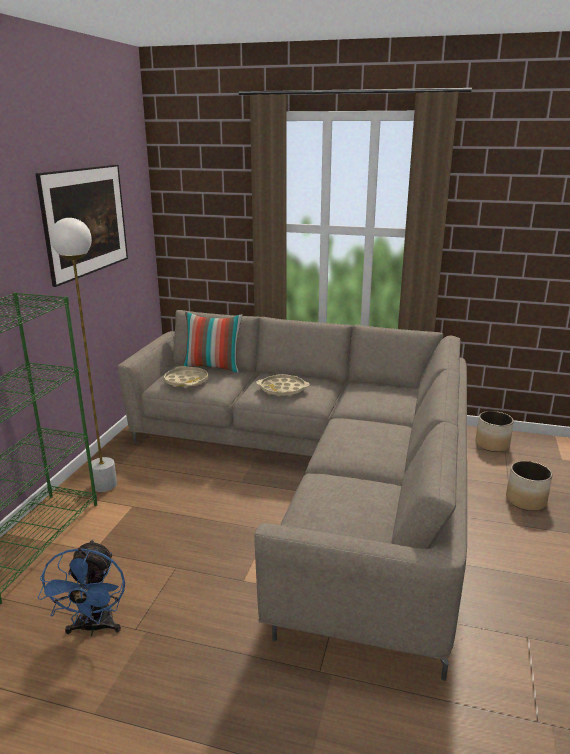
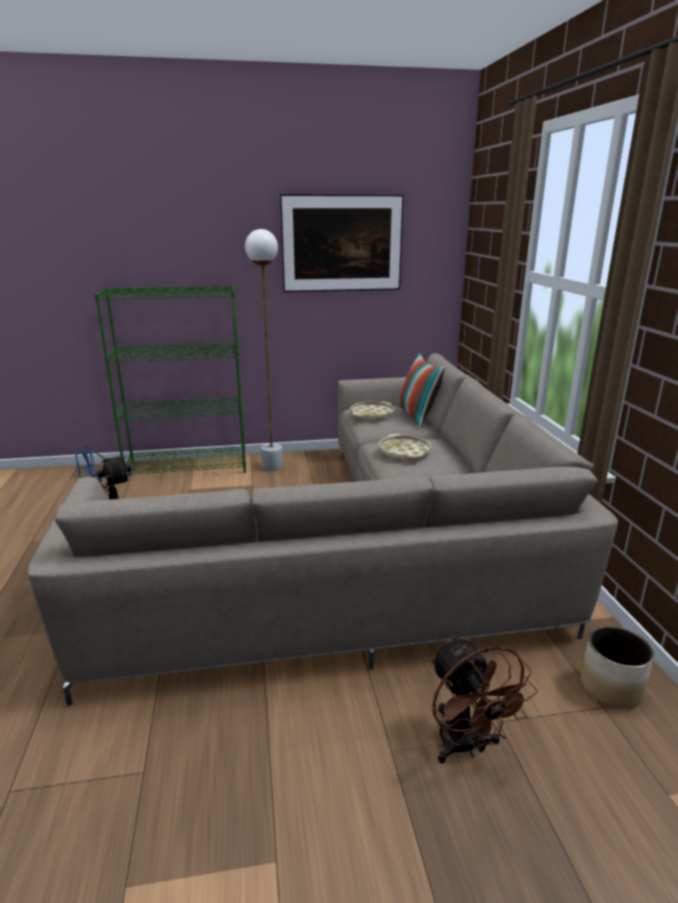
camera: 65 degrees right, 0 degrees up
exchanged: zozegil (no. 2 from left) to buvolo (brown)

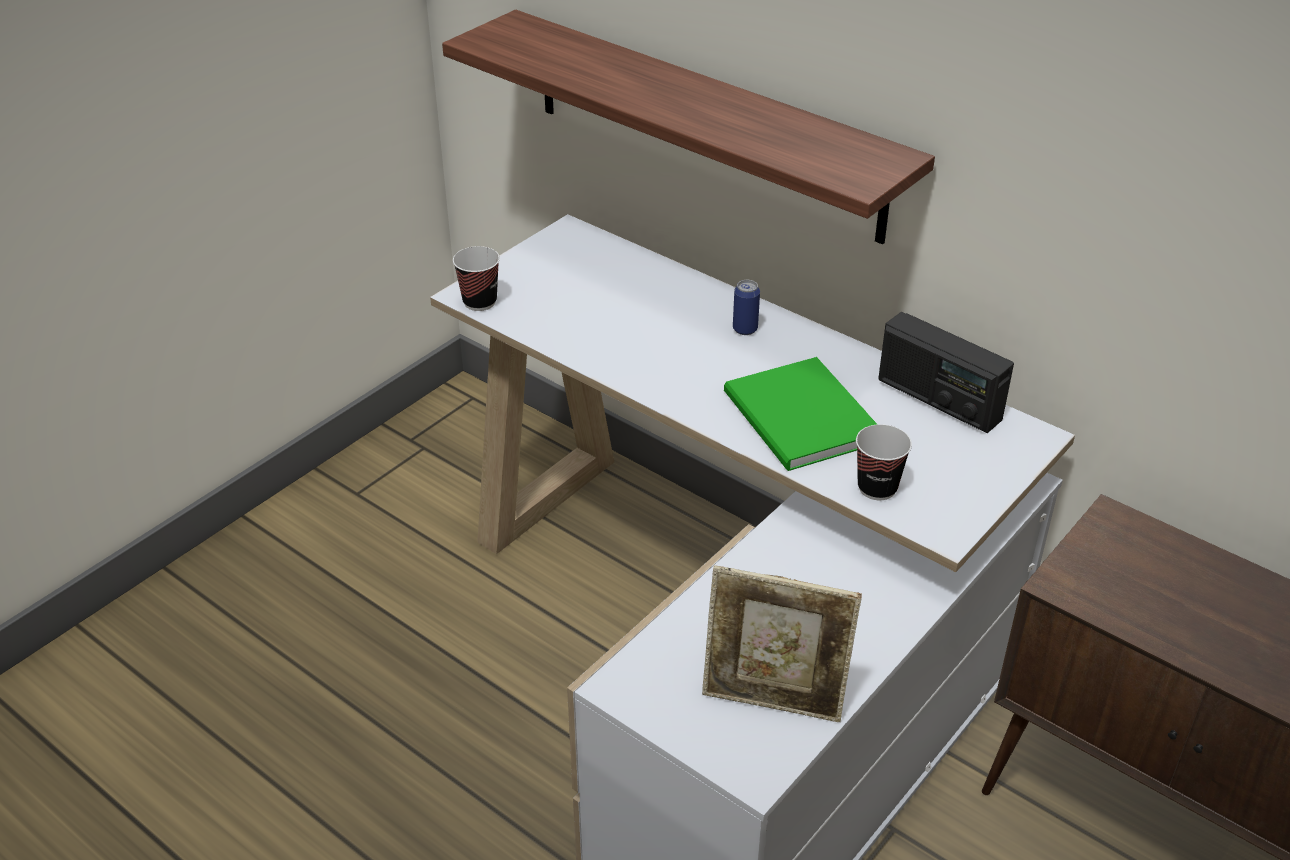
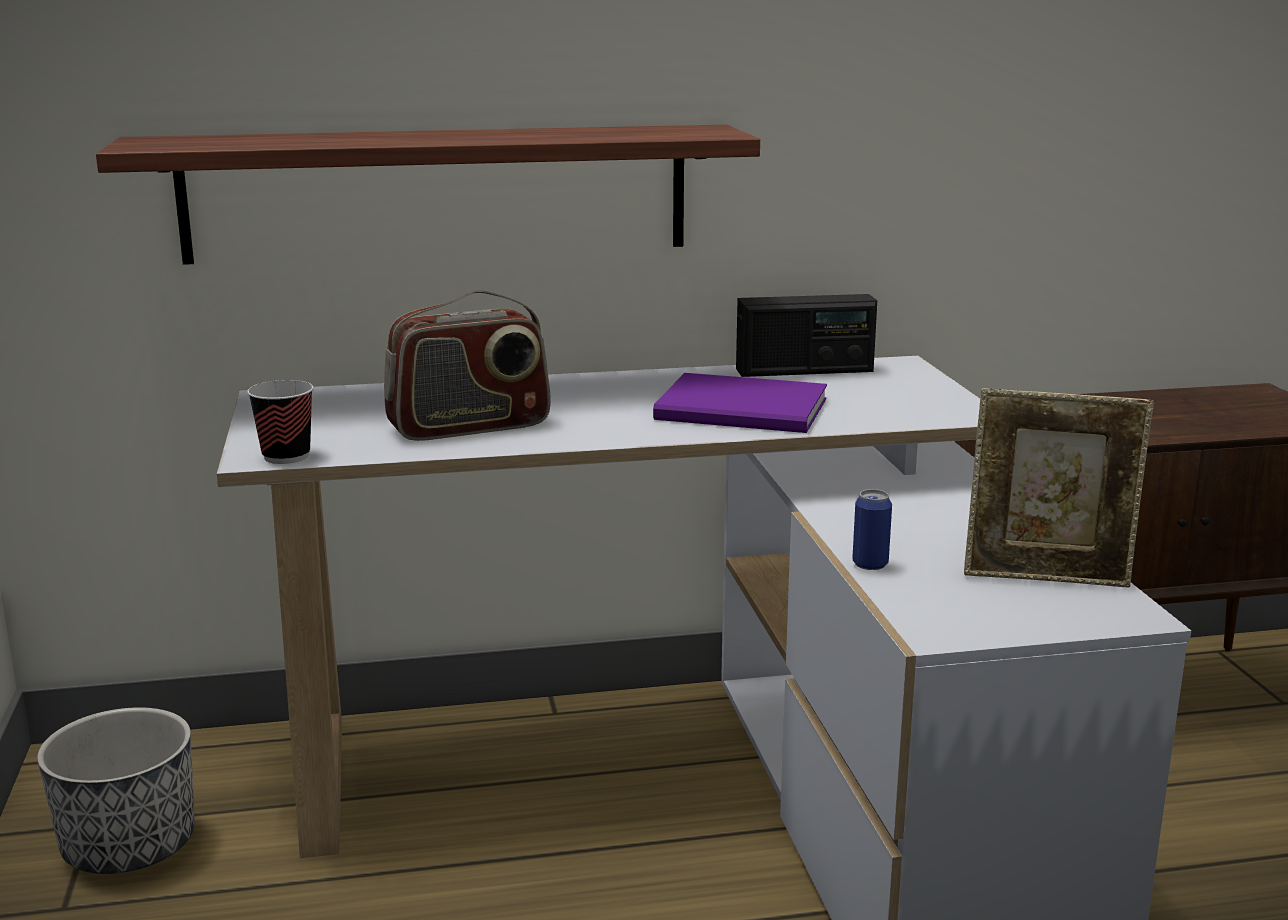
camera: 50 degrees left, 20 degrees down
missing: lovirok (no. 2 from left)
appeared: zozegil; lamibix (no. 1 from left)
relocated: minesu
colour: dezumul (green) to dezumul (purple)
spun: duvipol 45 degrees clockwise

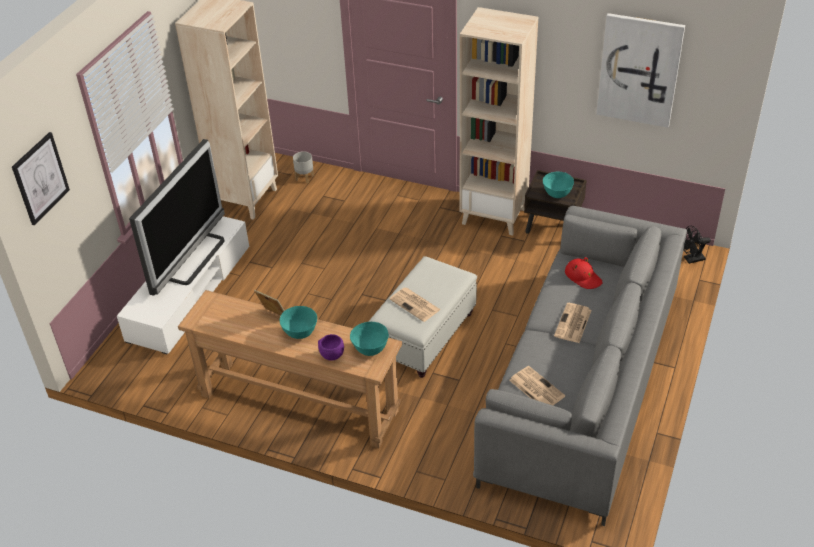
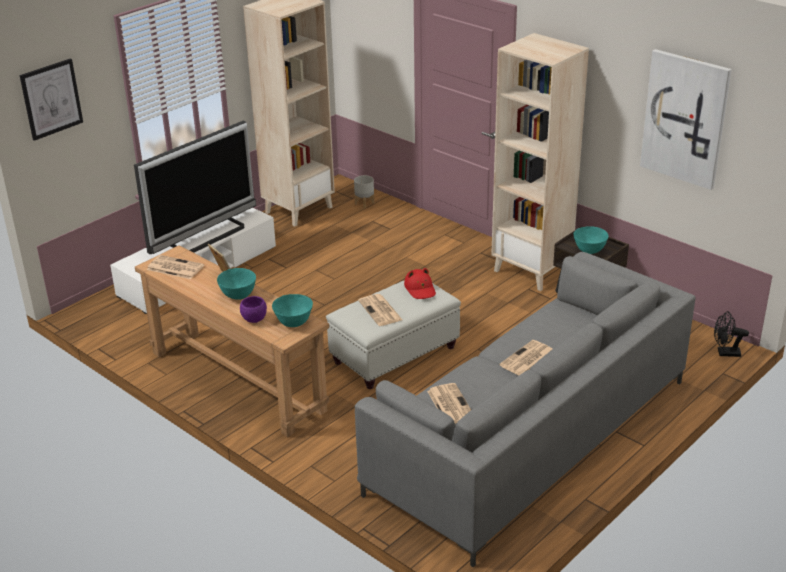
camera: 20 degrees right, 10 degrees down
appeared: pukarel (no. 1 from left)
relocated: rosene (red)

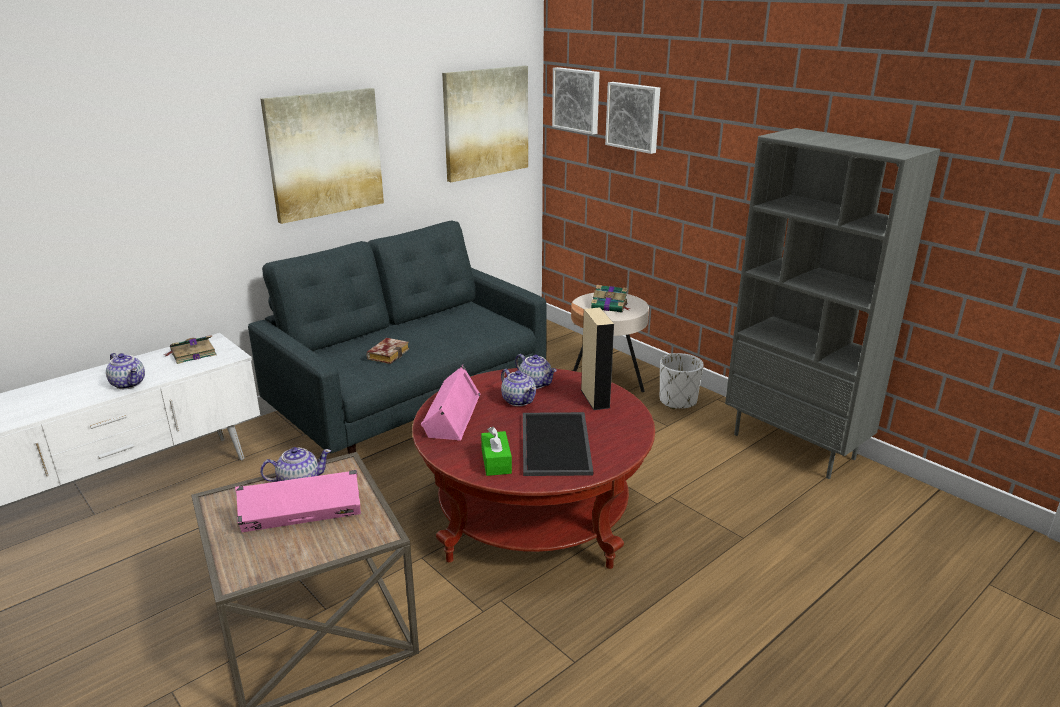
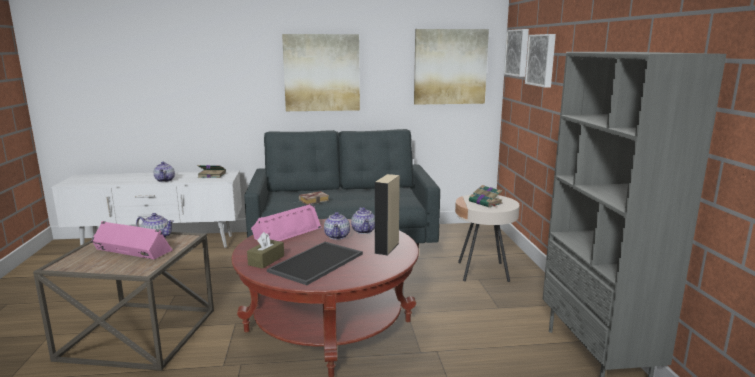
camera: 35 degrees right, 10 degrees down
missing: zozegil (white)
colour: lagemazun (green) to lagemazun (brown)

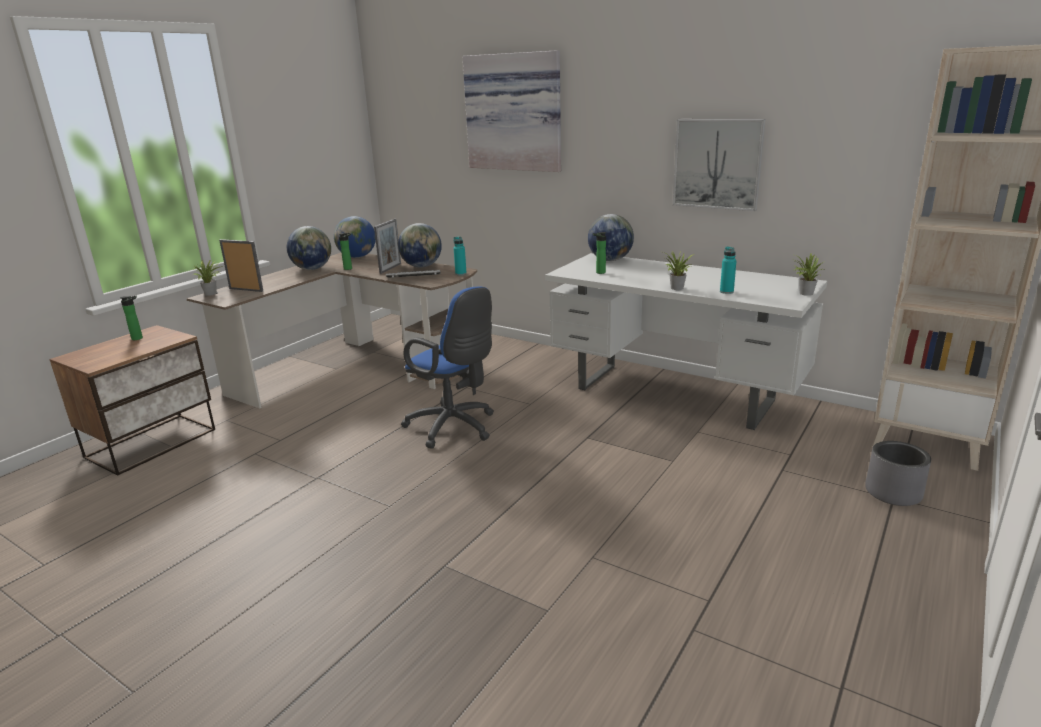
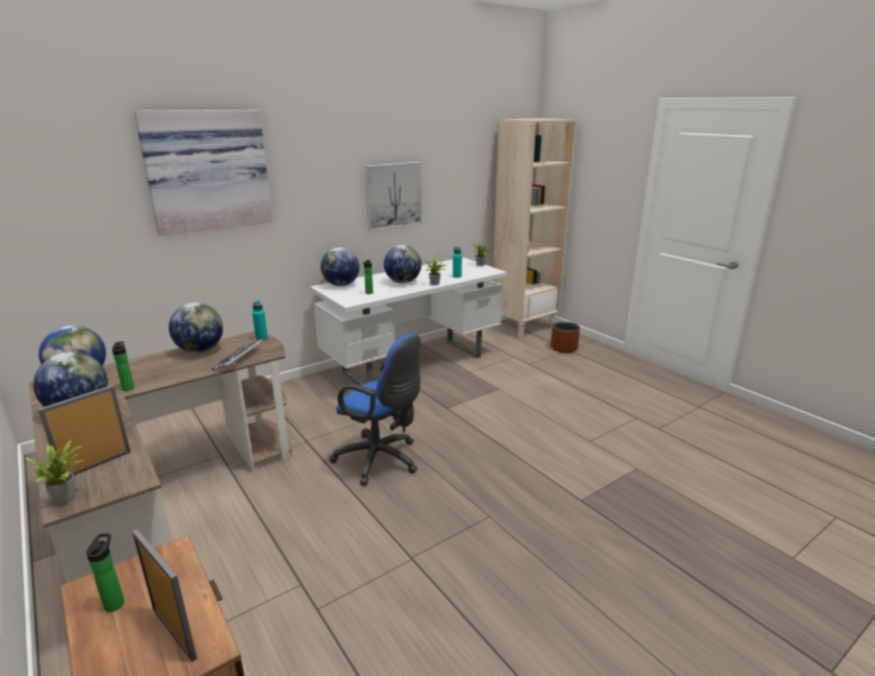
camera: 70 degrees left, 0 degrees up
appeared: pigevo (no. 5 from left)
relocated: duvipol (no. 2 from left)
colour: zozegil (grey) to zozegil (brown)
spun: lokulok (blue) 60 degrees clockwise

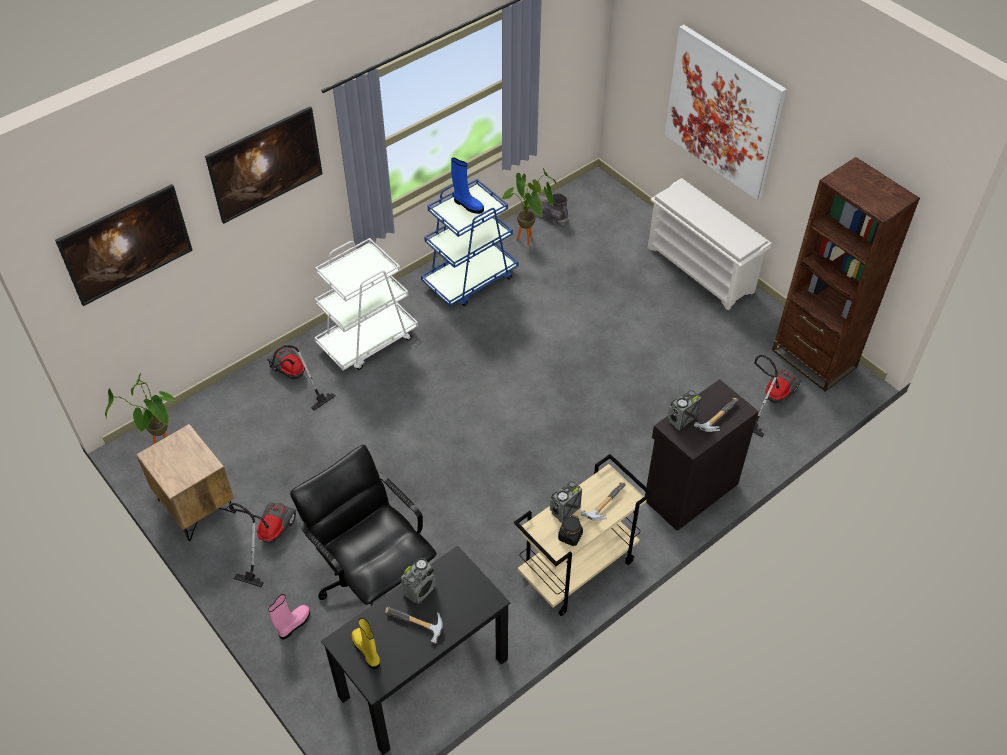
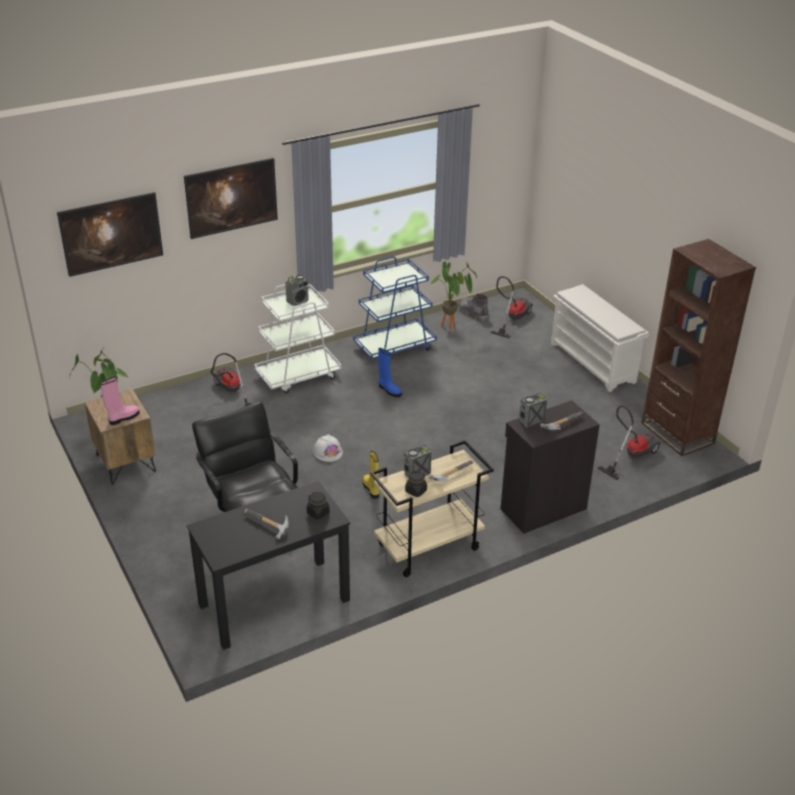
camera: 10 degrees right, 15 degrees down
missing: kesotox (no. 3 from left)
appeared: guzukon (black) (no. 1 from left); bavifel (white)
relocated: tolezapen (no. 1 from left in the first image) to tolezapen (no. 2 from left); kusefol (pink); kusefol (yellow); lamibix (no. 1 from left); kusefol (blue)

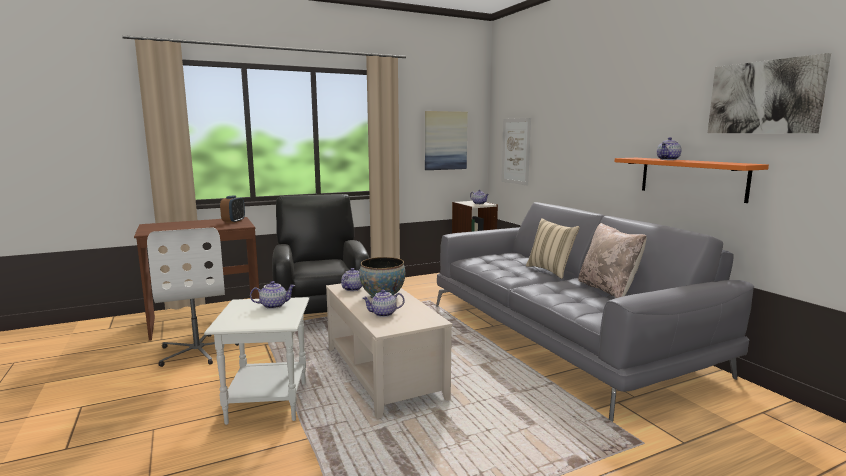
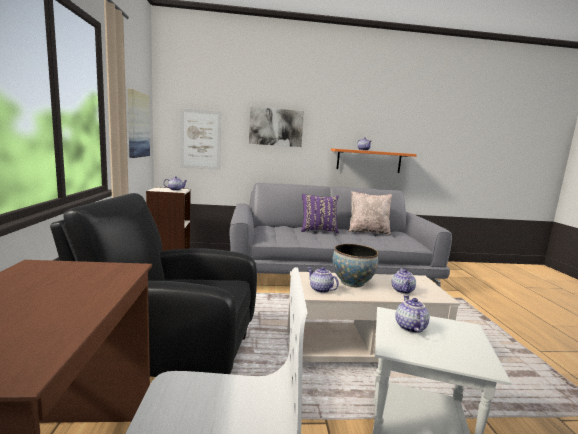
camera: 70 degrees left, 0 degrees up
missing: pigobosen
relocated: kesotox (no. 3 from left)
colour: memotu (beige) (no. 1 from left) to memotu (purple)

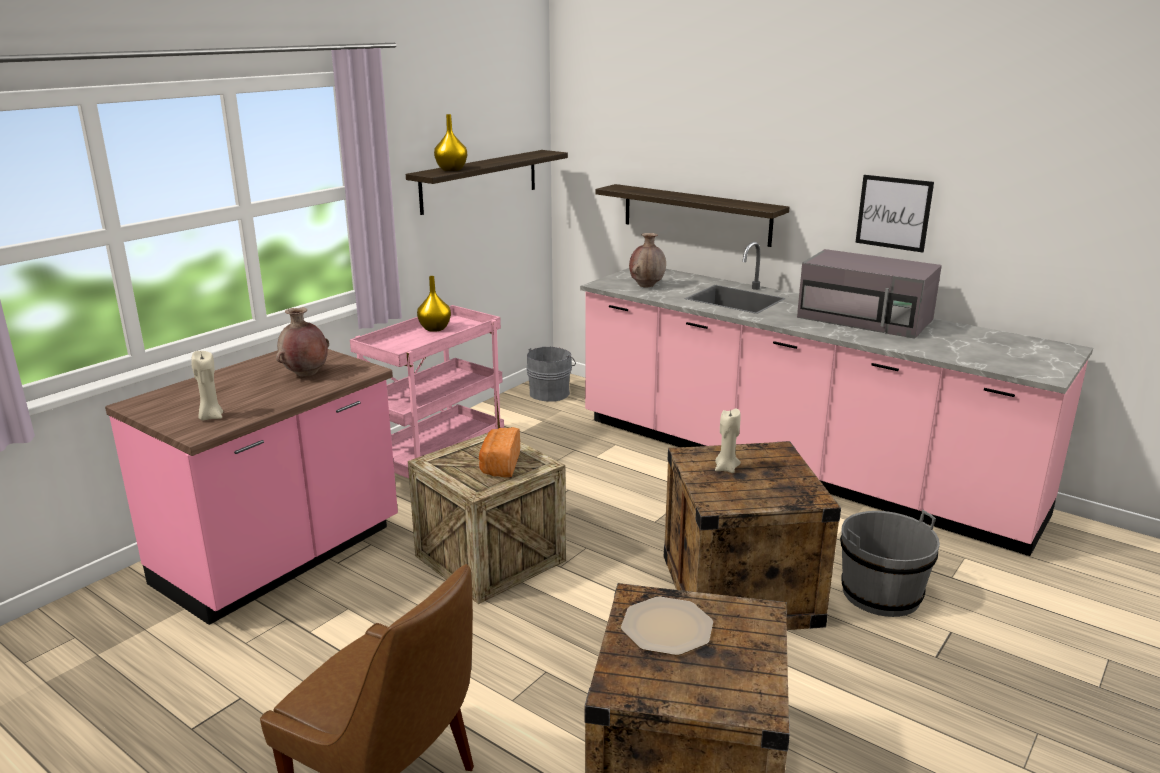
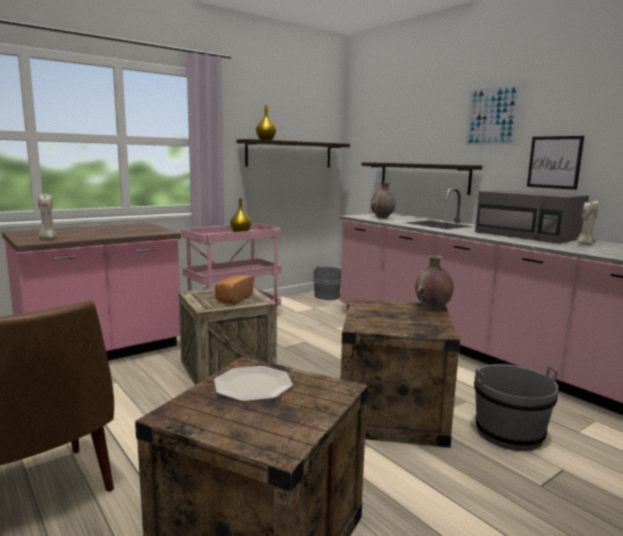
camera: 15 degrees right, 10 degrees down
appeared: kesotox (no. 1 from left)
relocated: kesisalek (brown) (no. 1 from left in the first image) to kesisalek (brown) (no. 2 from left); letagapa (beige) (no. 2 from left)

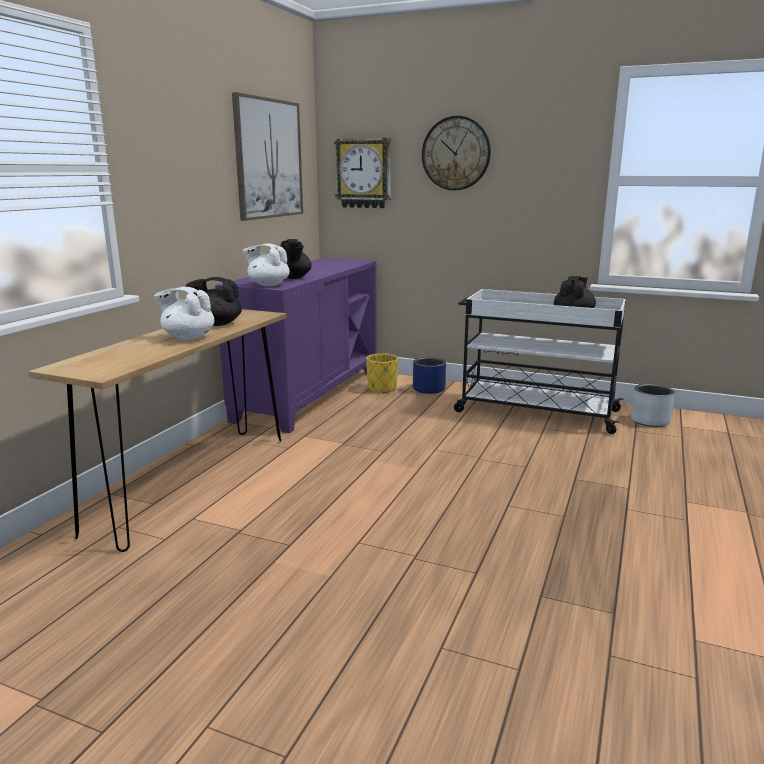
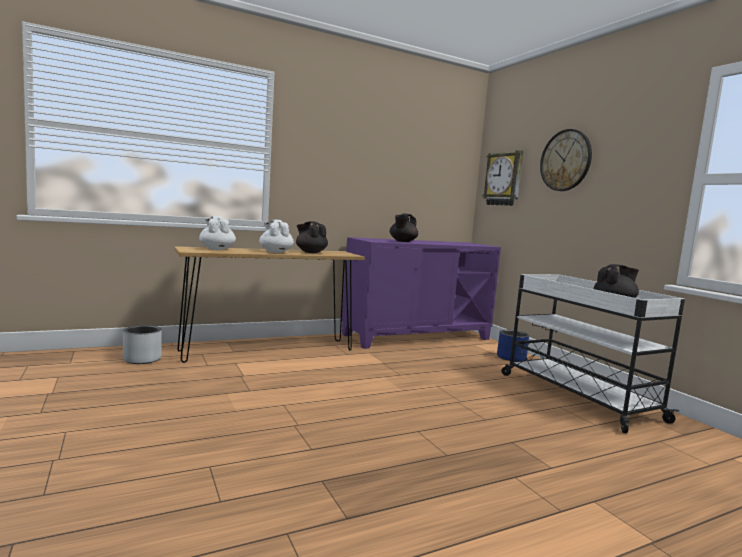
camera: 40 degrees right, 10 degrees down
missing: kesotox; zozegil (yellow)
relocated: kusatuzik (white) (no. 2 from left in the first image) to kusatuzik (white) (no. 1 from left); zozegil (grey)

